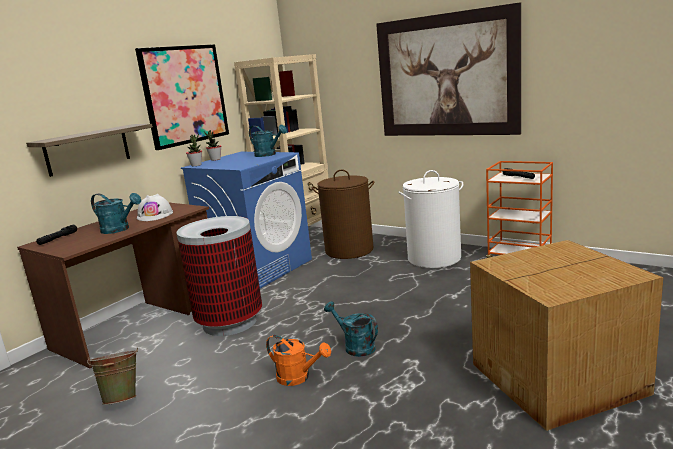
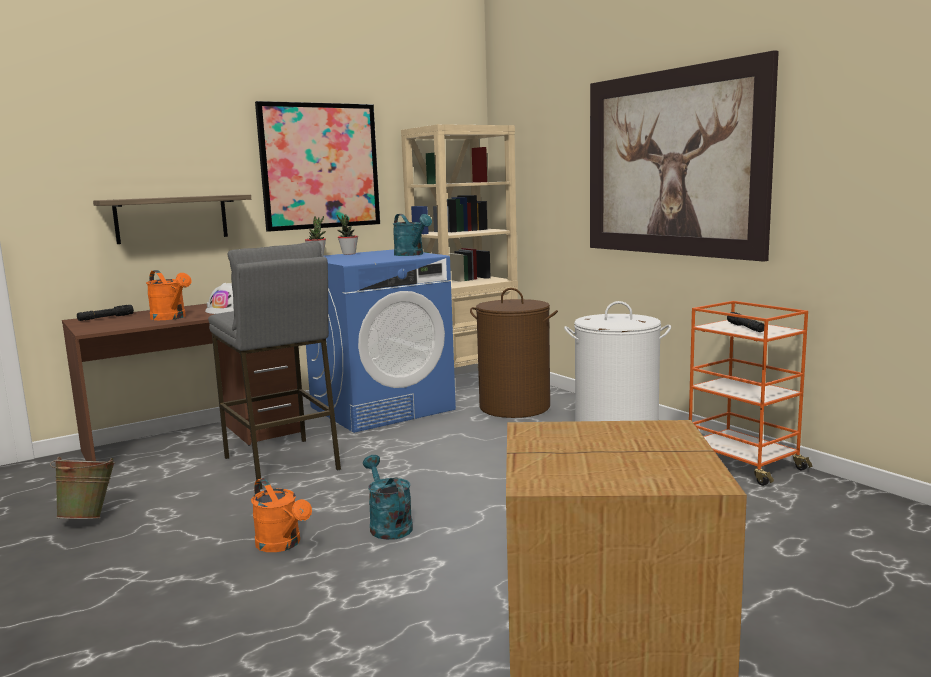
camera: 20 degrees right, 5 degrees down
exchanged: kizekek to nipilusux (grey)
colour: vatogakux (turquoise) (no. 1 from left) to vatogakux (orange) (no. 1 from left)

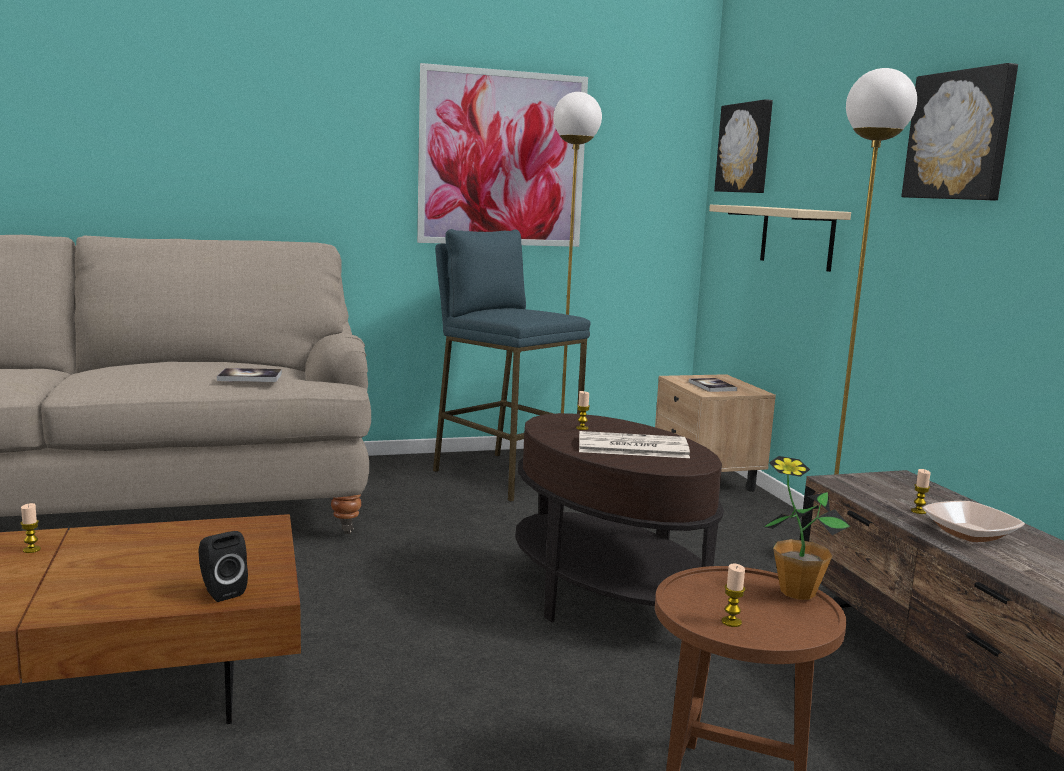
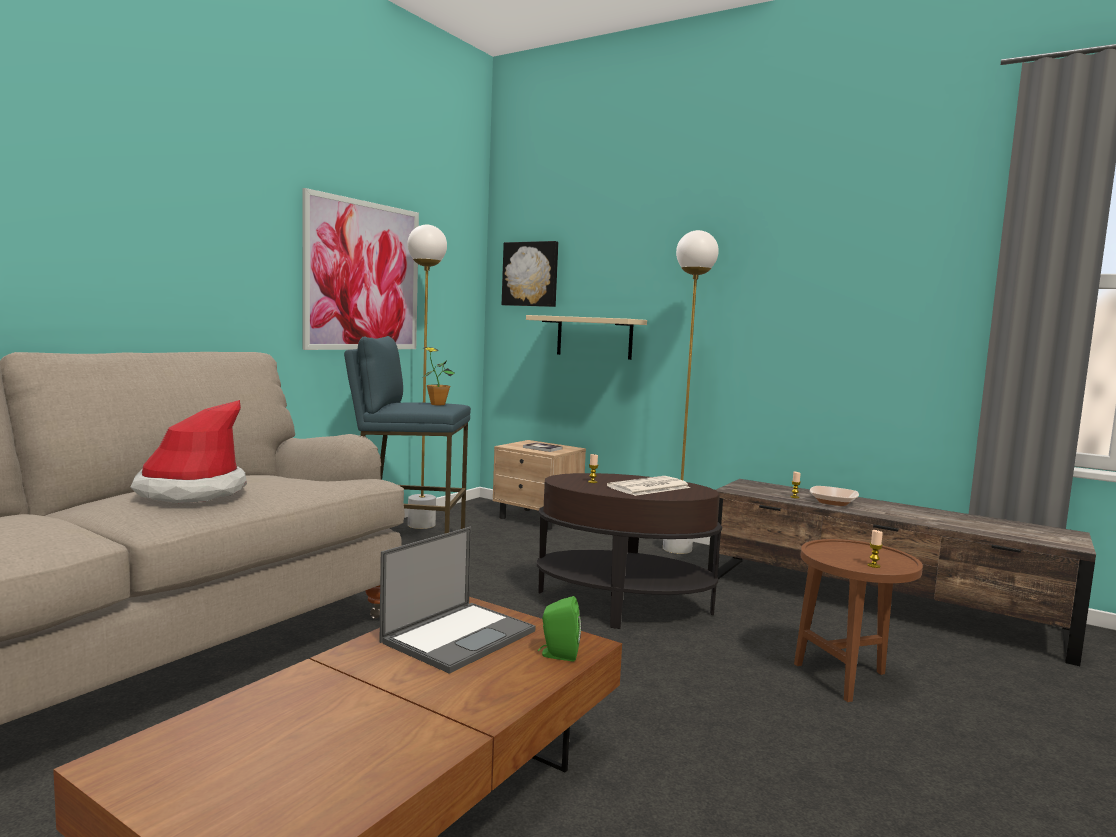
camera: 40 degrees left, 5 degrees down
missing: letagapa (no. 1 from left); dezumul (no. 1 from left); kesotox (no. 3 from left)
appeared: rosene; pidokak
relocated: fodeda
colour: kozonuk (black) to kozonuk (green)

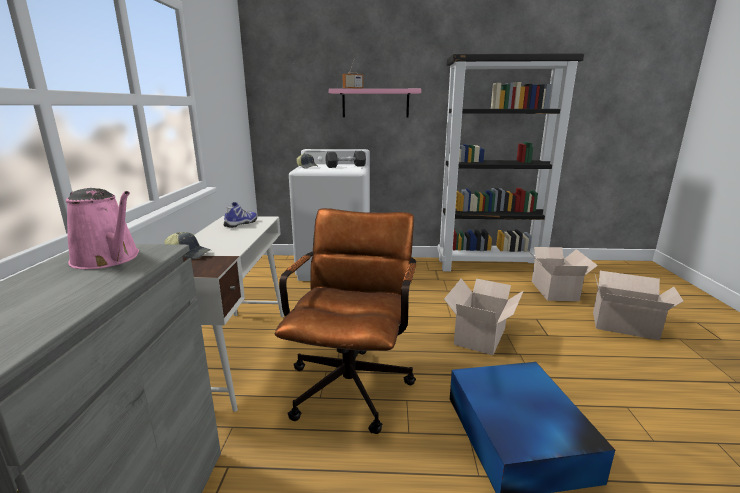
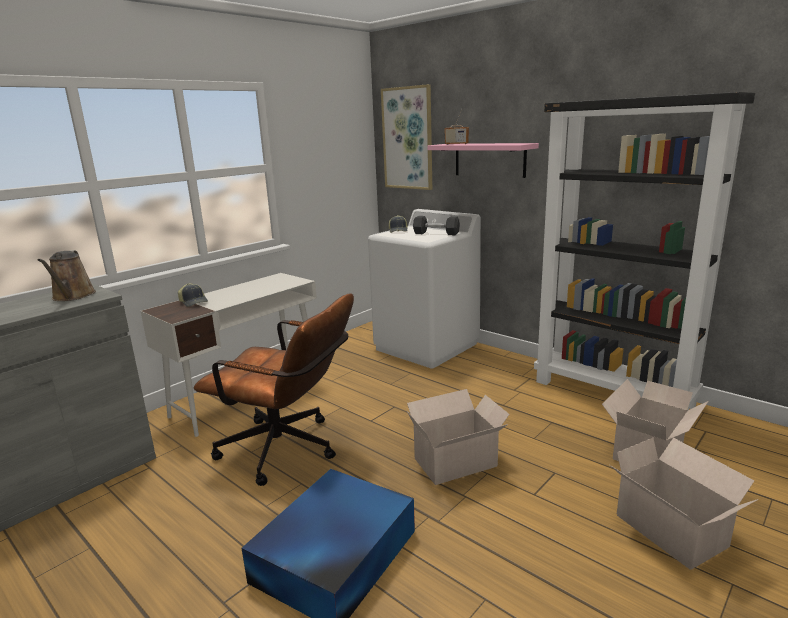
camera: 40 degrees right, 0 degrees up
missing: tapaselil
appeared: kesotox
colour: vatogakux (pink) to vatogakux (brown)
spun: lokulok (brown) 60 degrees clockwise

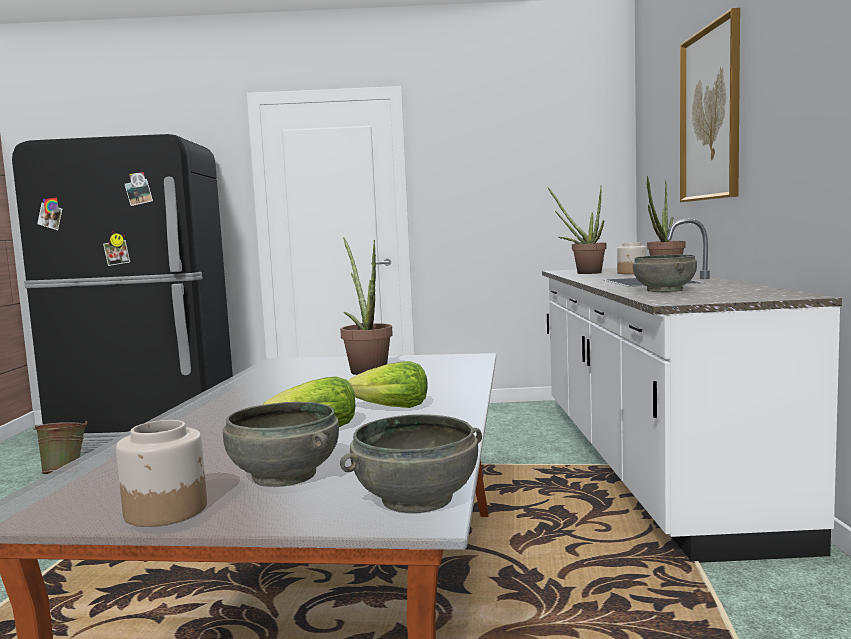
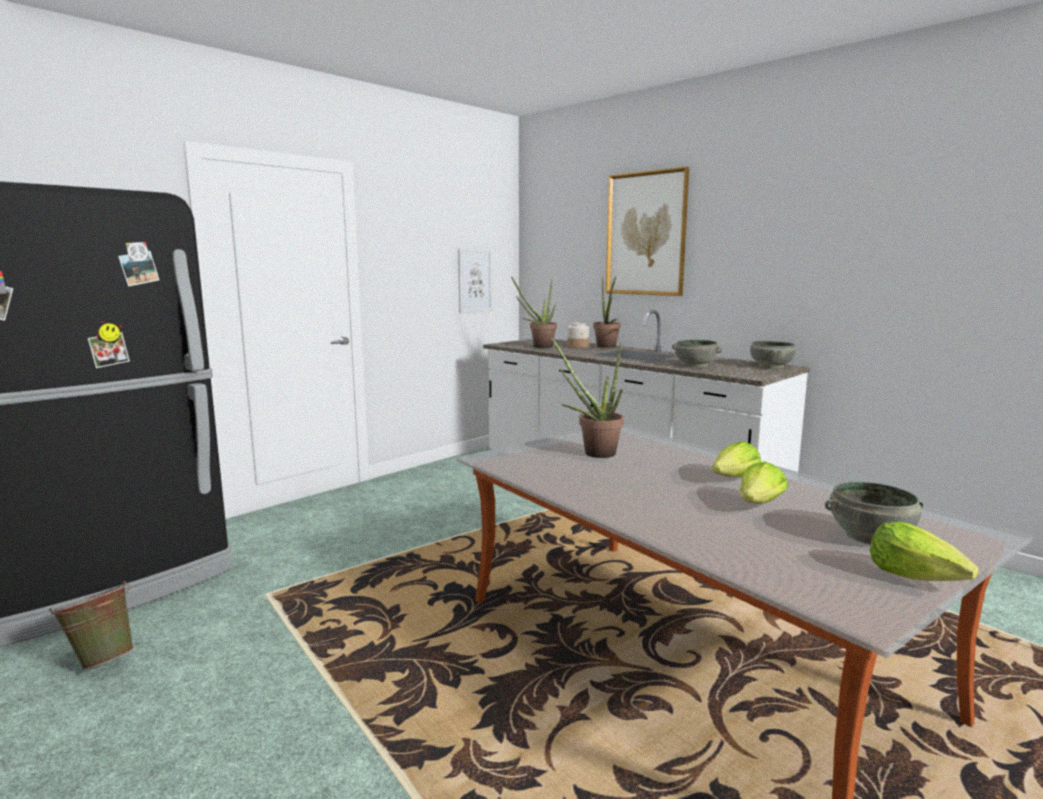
camera: 45 degrees left, 5 degrees up
appeared: kesotox (no. 1 from left)
relocated: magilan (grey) (no. 2 from left)
exchanged: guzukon (no. 1 from left) to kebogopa (no. 3 from left)

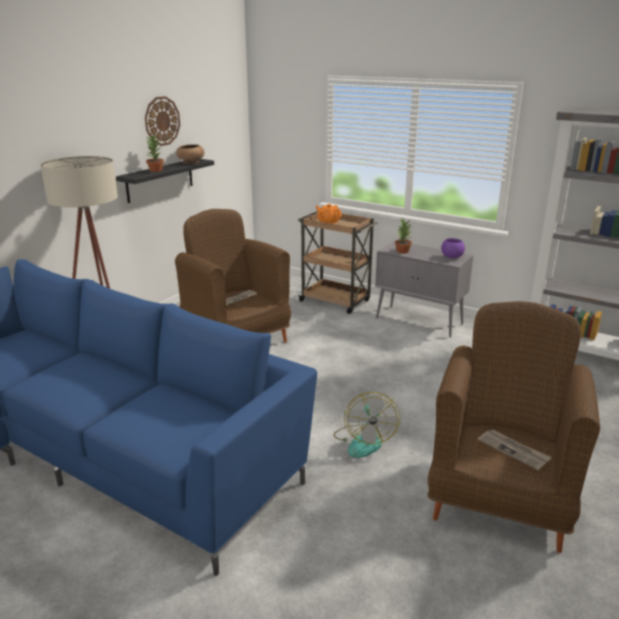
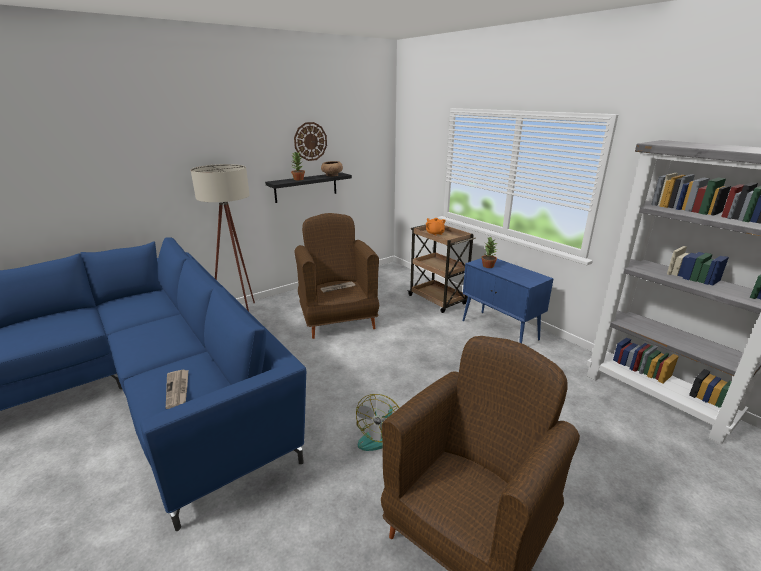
camera: 20 degrees right, 0 degrees up
missing: magilan (purple)
relocated: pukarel (no. 2 from left in the first image) to pukarel (no. 1 from left)
colour: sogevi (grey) to sogevi (blue)

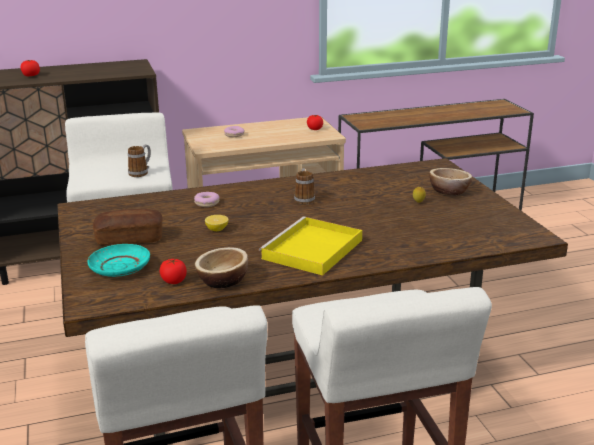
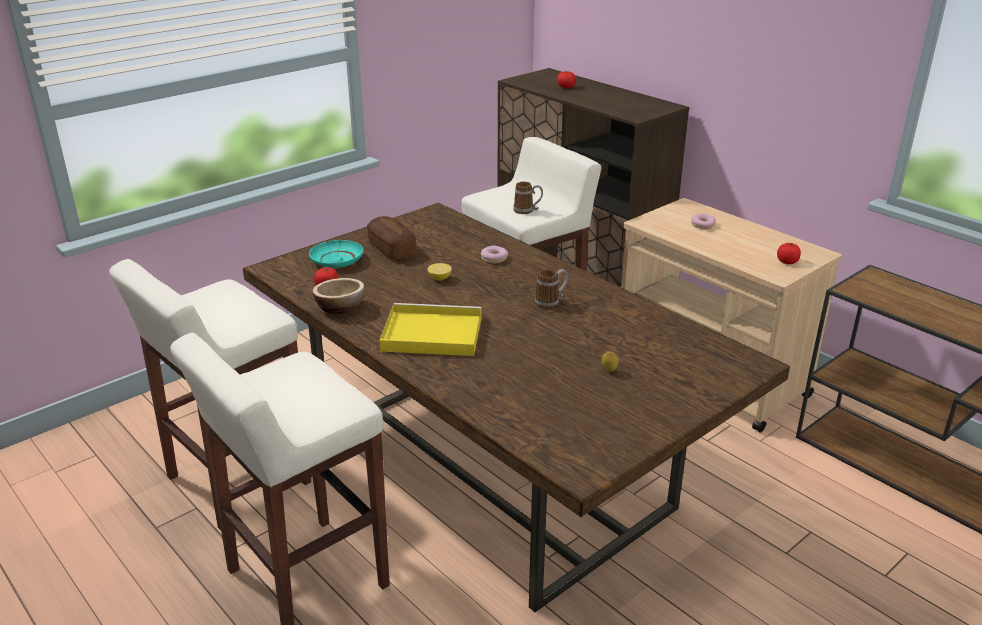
camera: 65 degrees right, 5 degrees up
missing: magilan (no. 2 from left)

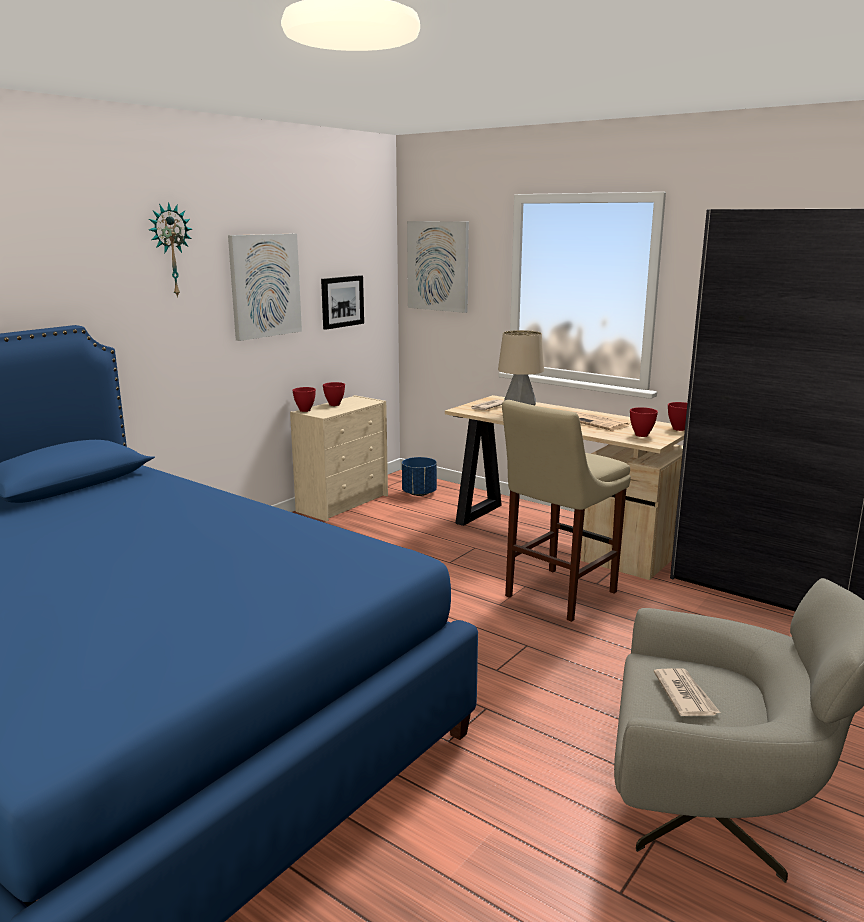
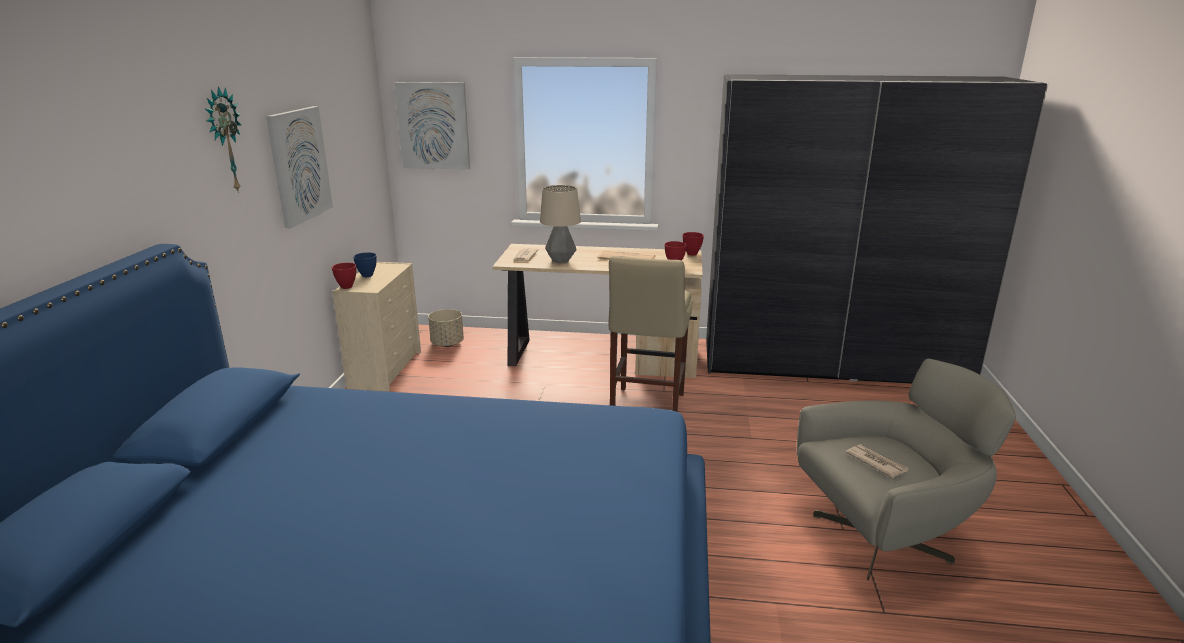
camera: 30 degrees left, 5 degrees up
missing: kesotox (no. 2 from left)
colour: magilan (red) (no. 2 from left) to magilan (blue); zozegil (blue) to zozegil (beige)

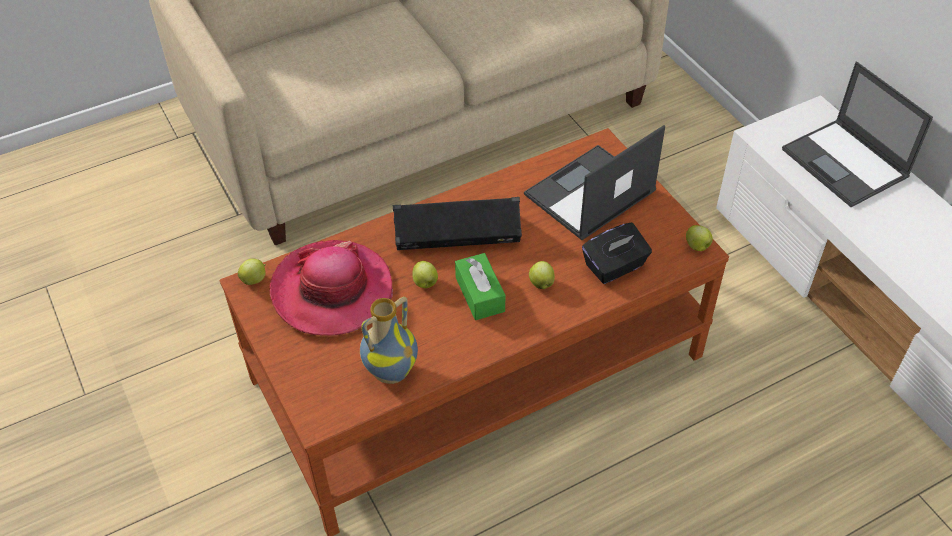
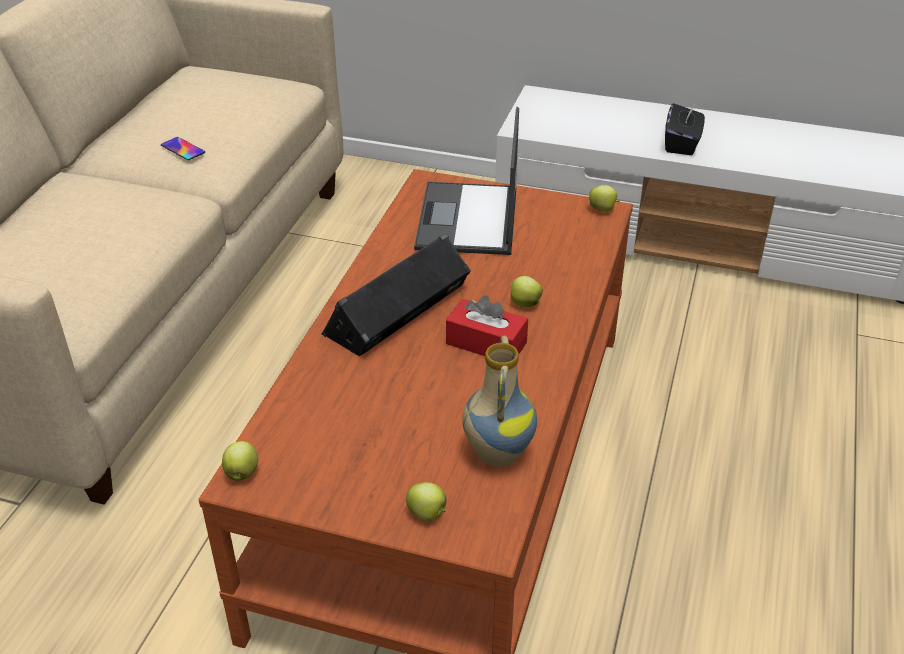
camera: 45 degrees left, 10 degrees down
missing: rosene; pidokak (no. 2 from left)
appeared: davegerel
relocated: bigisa (no. 2 from left); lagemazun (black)
colour: lagemazun (green) to lagemazun (red)

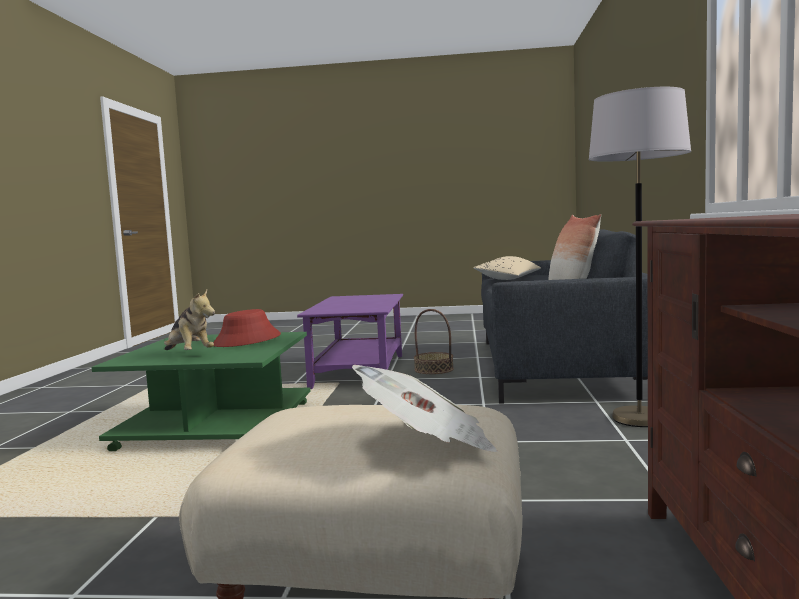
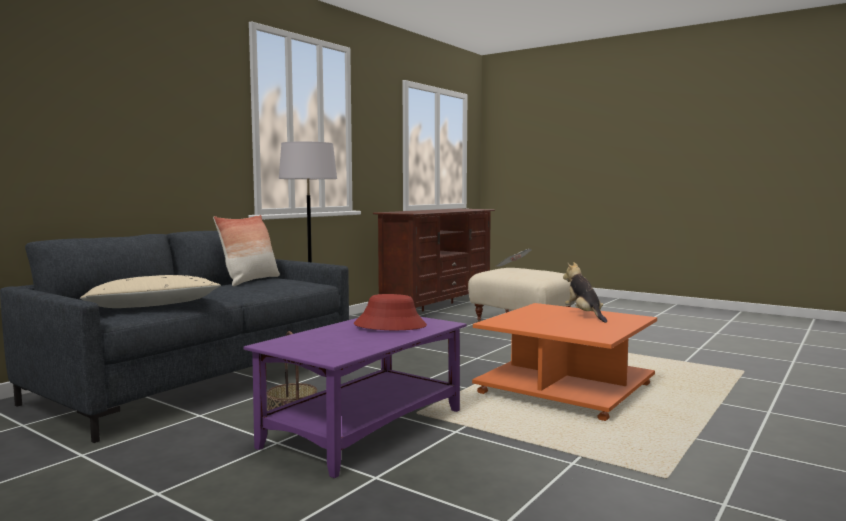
camera: 150 degrees left, 0 degrees up
relocated: rosene (red)
colour: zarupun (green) to zarupun (orange)

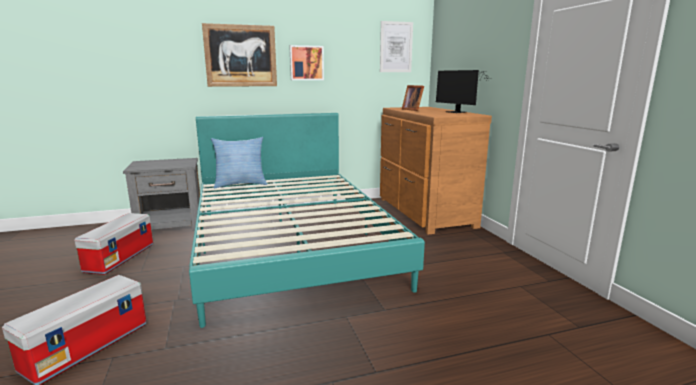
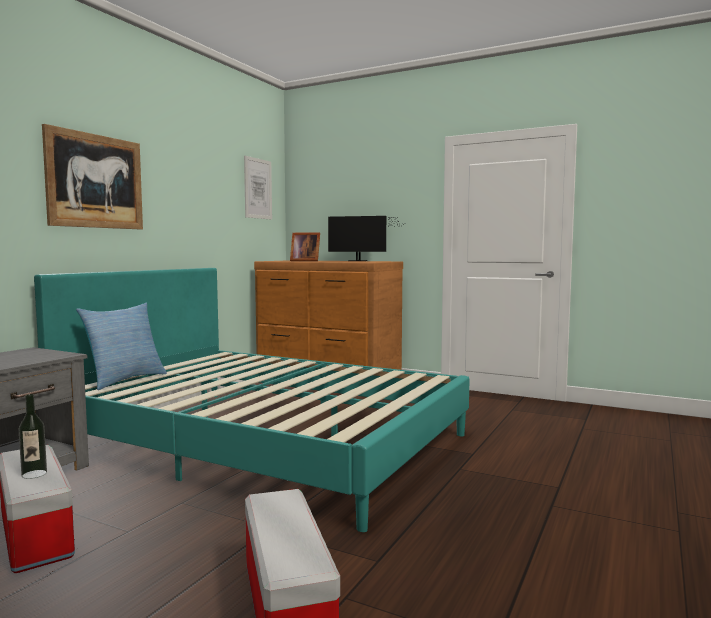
camera: 45 degrees left, 10 degrees down
missing: kesotox (no. 2 from left)
appeared: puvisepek

